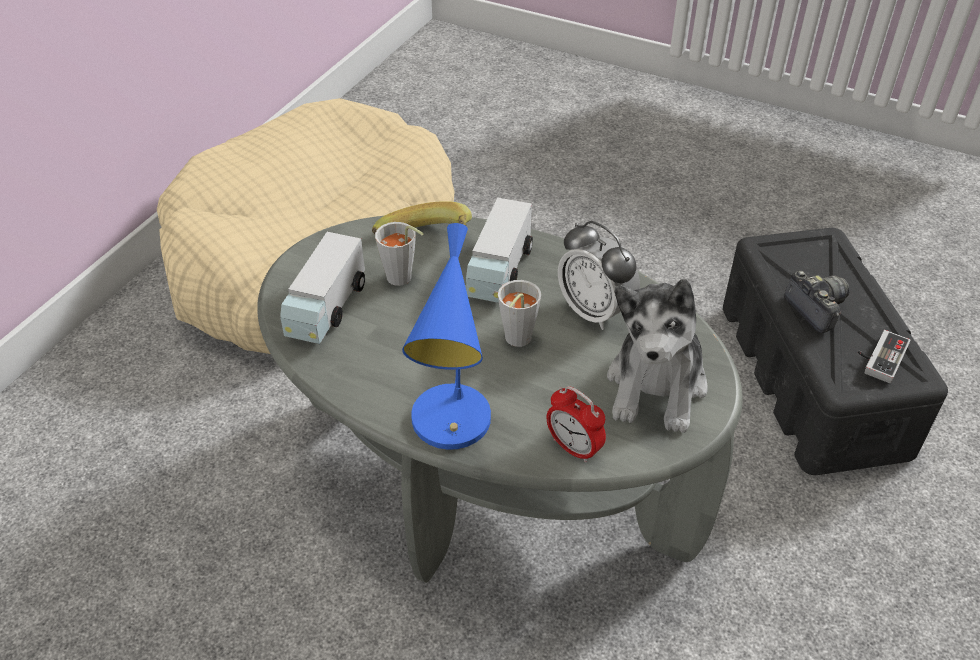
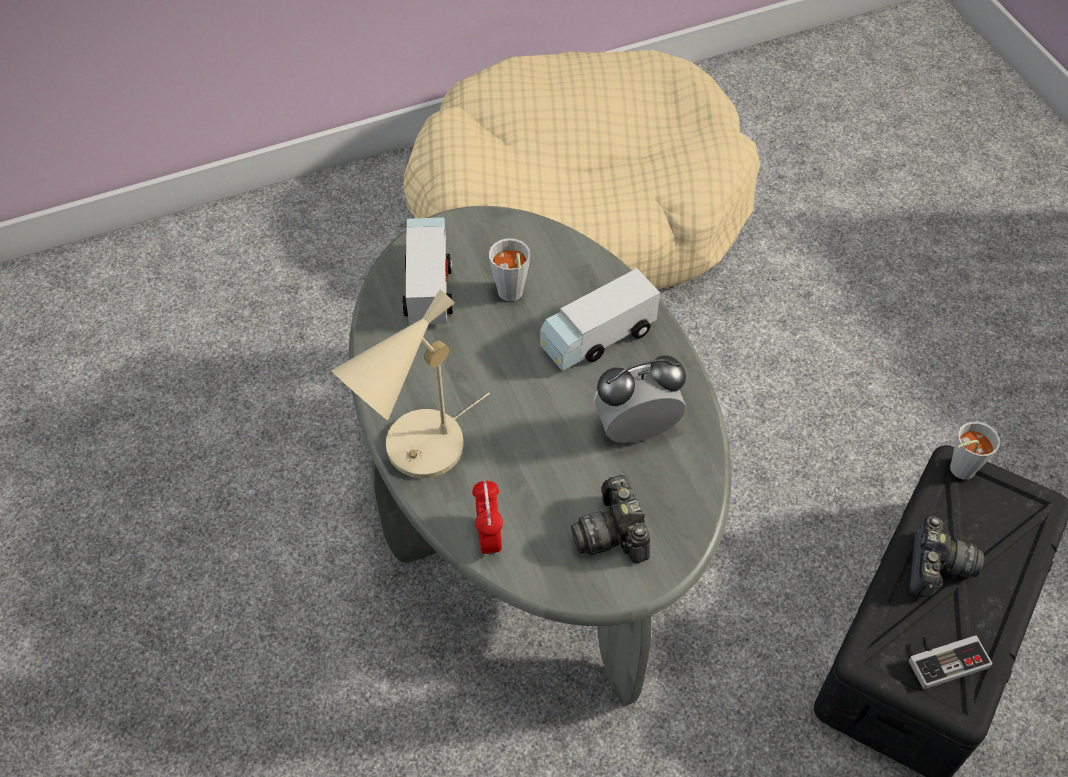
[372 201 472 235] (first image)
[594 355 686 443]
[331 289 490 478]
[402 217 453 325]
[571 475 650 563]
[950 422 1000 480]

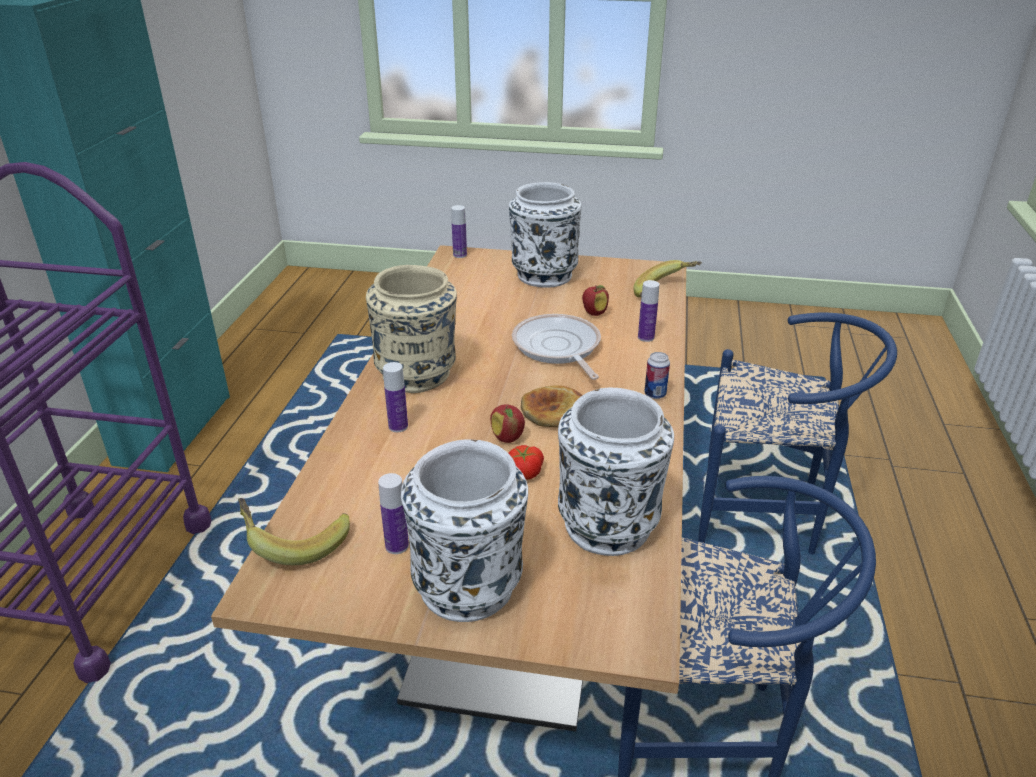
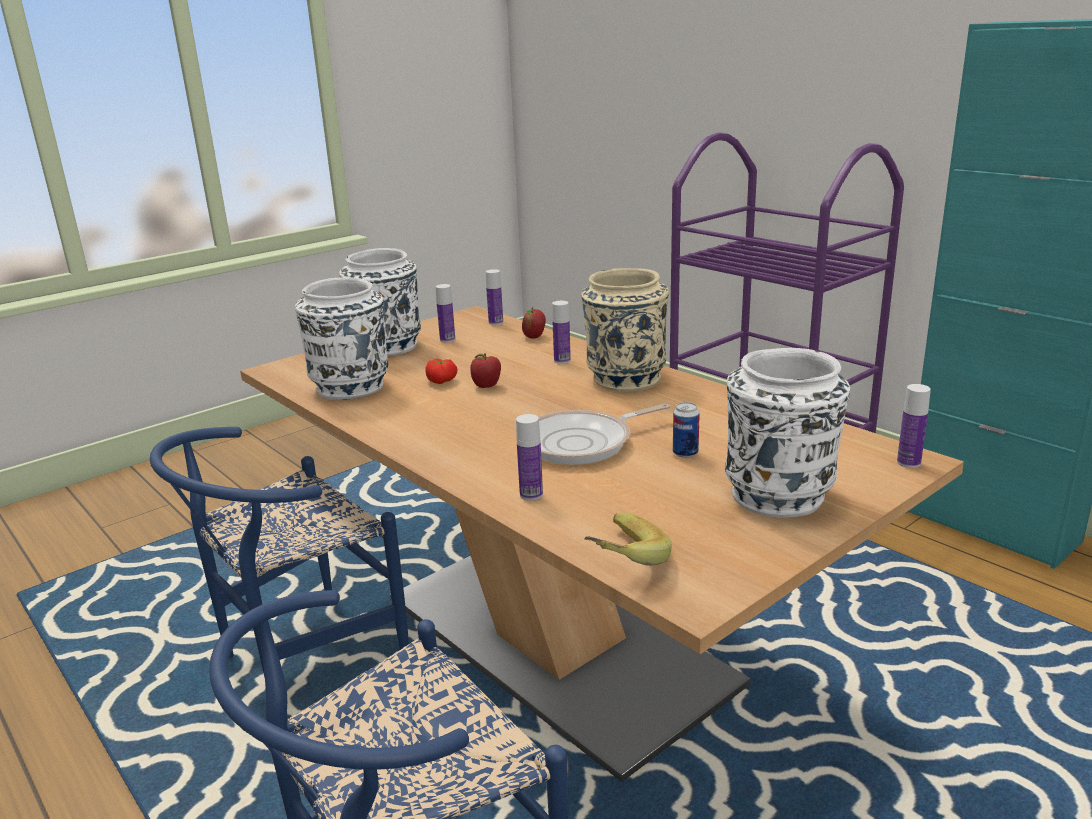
[522 307 546 338]
[539 404 670 465]
[673 402 700 458]
[521 385 582 427] (first image)
[486 269 503 325]

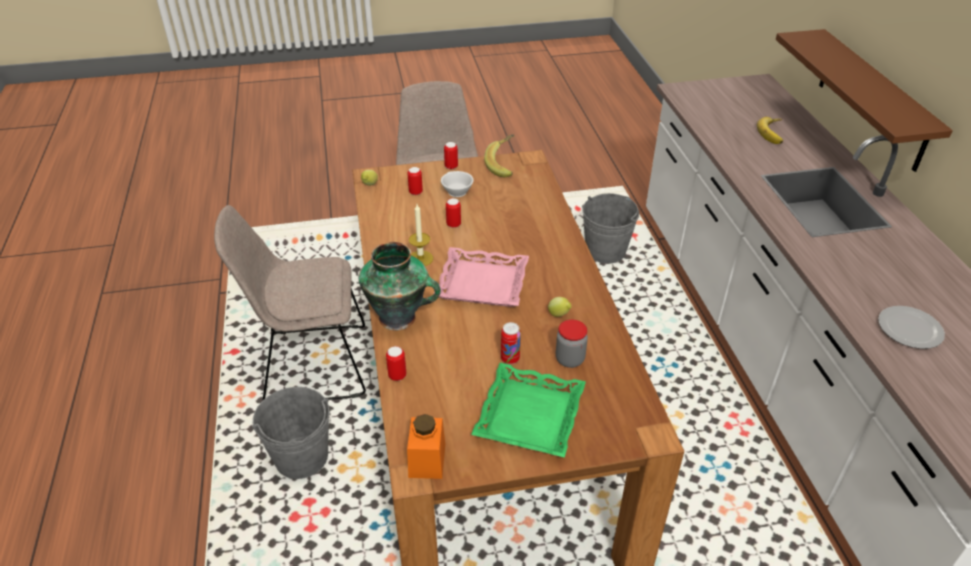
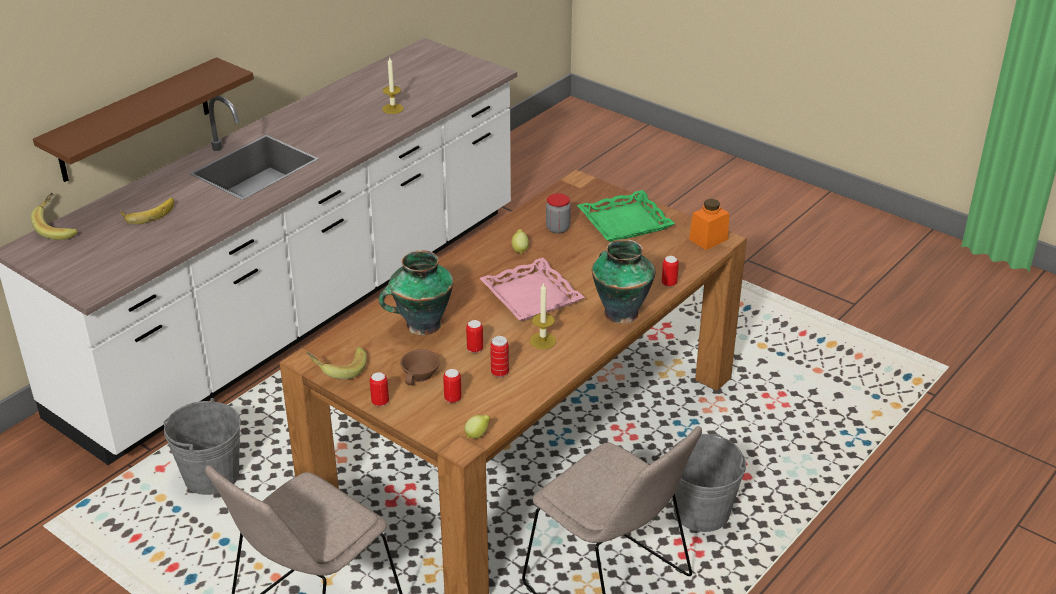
[400 349 440 385]
[382 57 404 114]
[490 336 509 377]
[31 193 78 240]
[379 250 454 335]

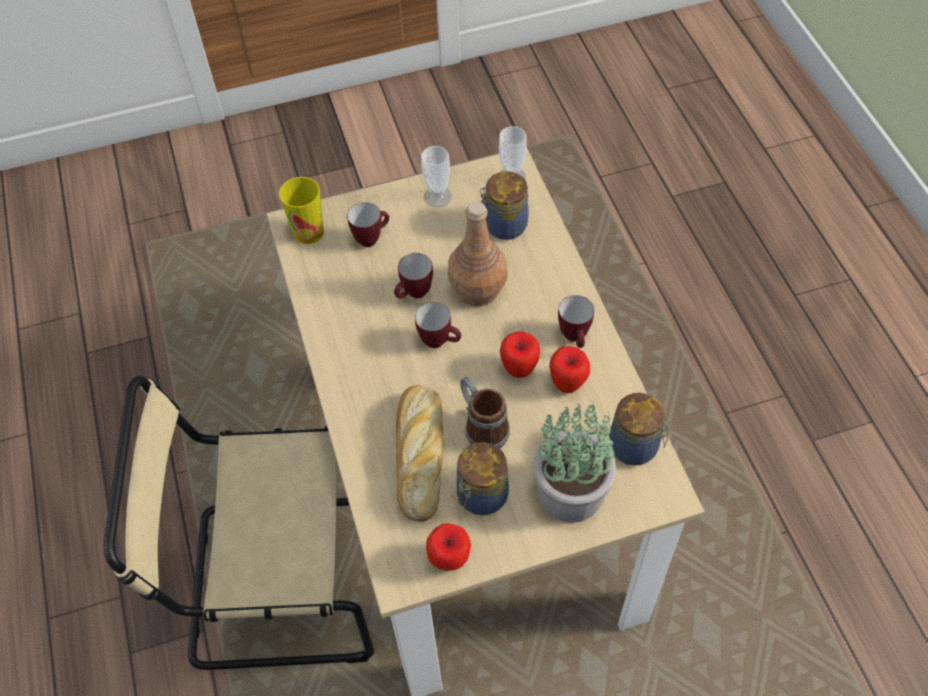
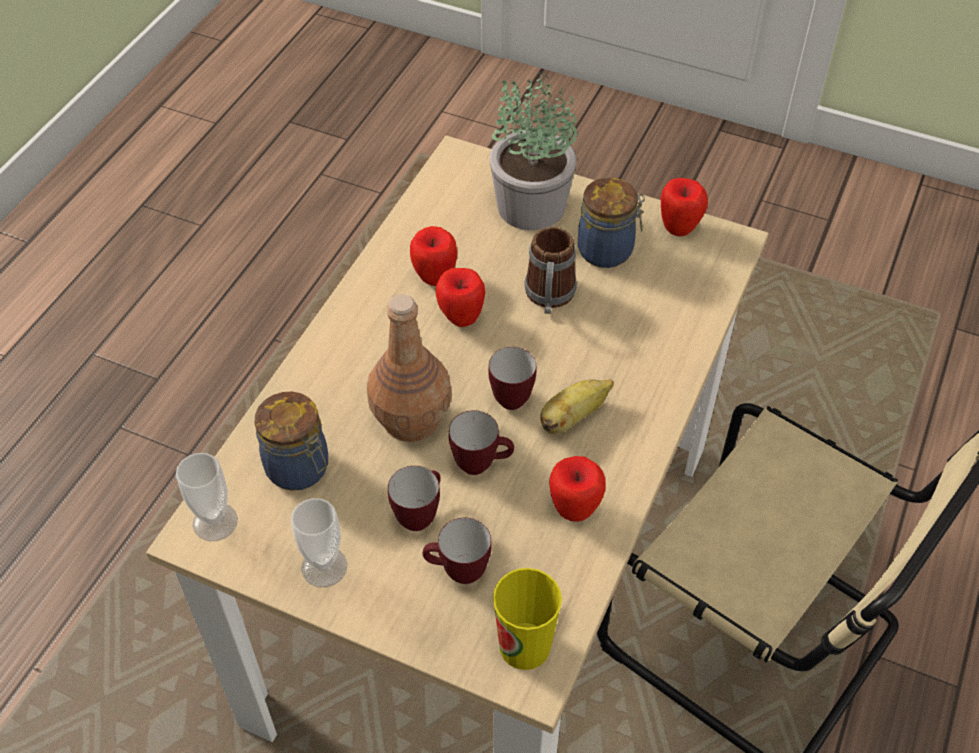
[388 466 441 531]
[396 385 443 522] (first image)
[609 393 671 466] (first image)
[540 379 614 434]
[549 456 606 522]

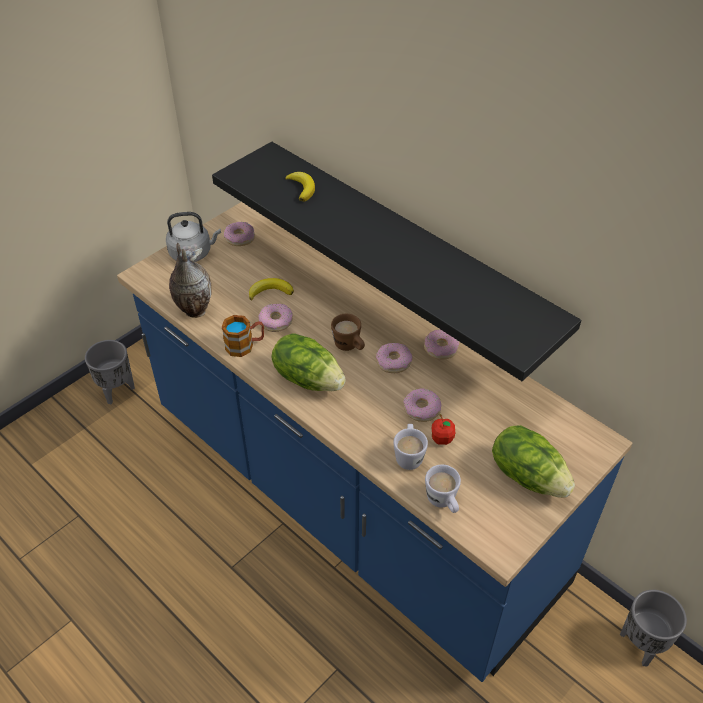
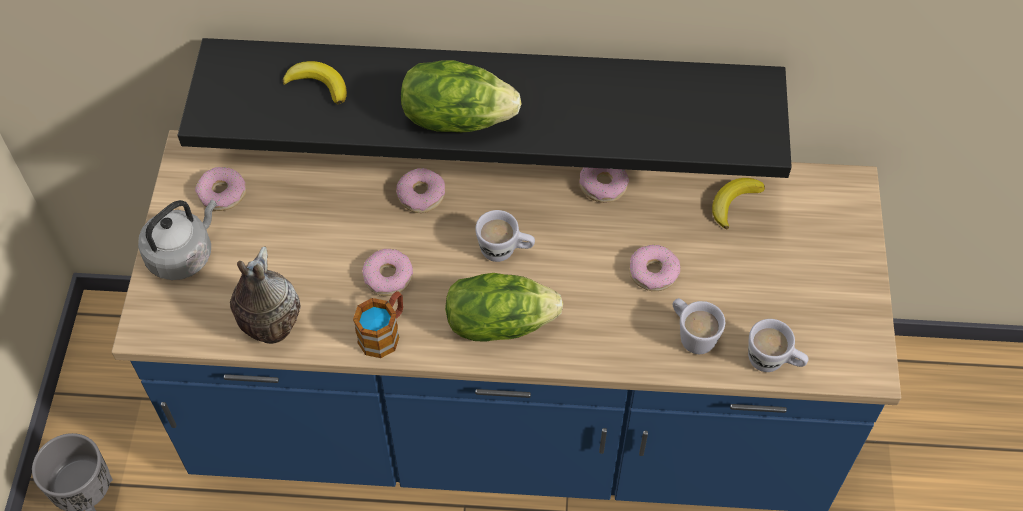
[712 178 765 229]
[475 210 535 262]
[397 168 445 213]
[432 414 456 445] (first image)
[401 60 521 132]
[620 590 687 666] (first image)

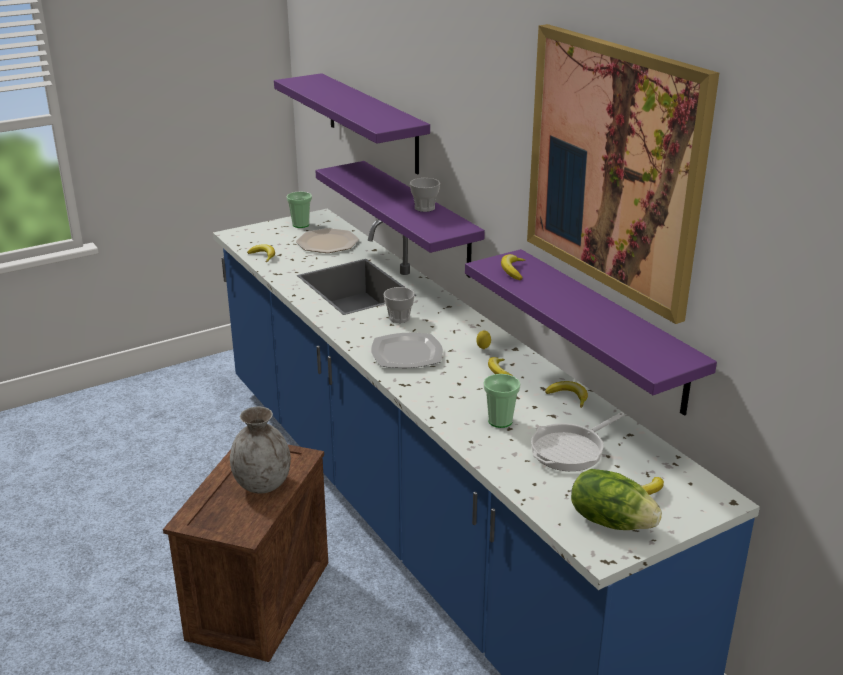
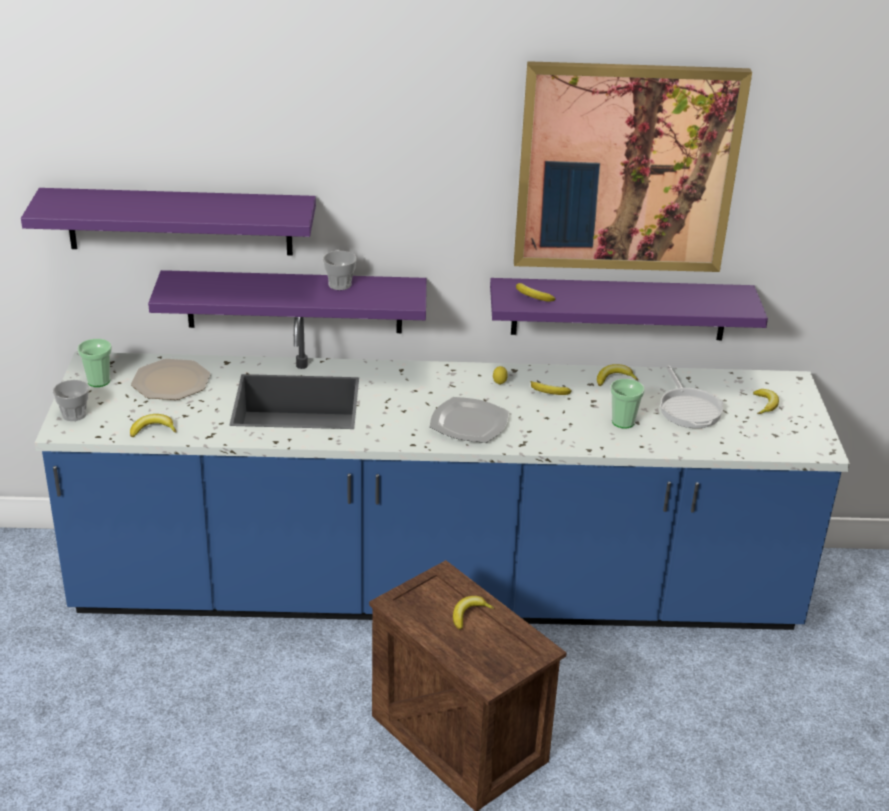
[53 380 89 421]
[453 596 494 630]
[571 469 662 530] (first image)

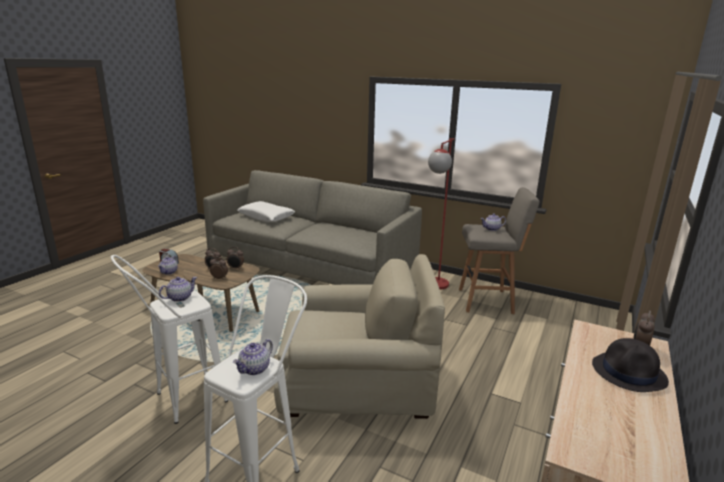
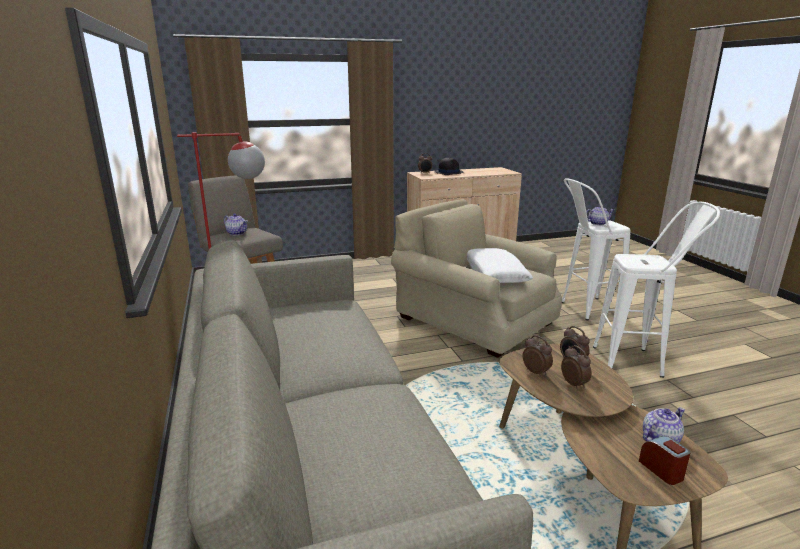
[467 248 533 283]
[159 277 197 302] (first image)

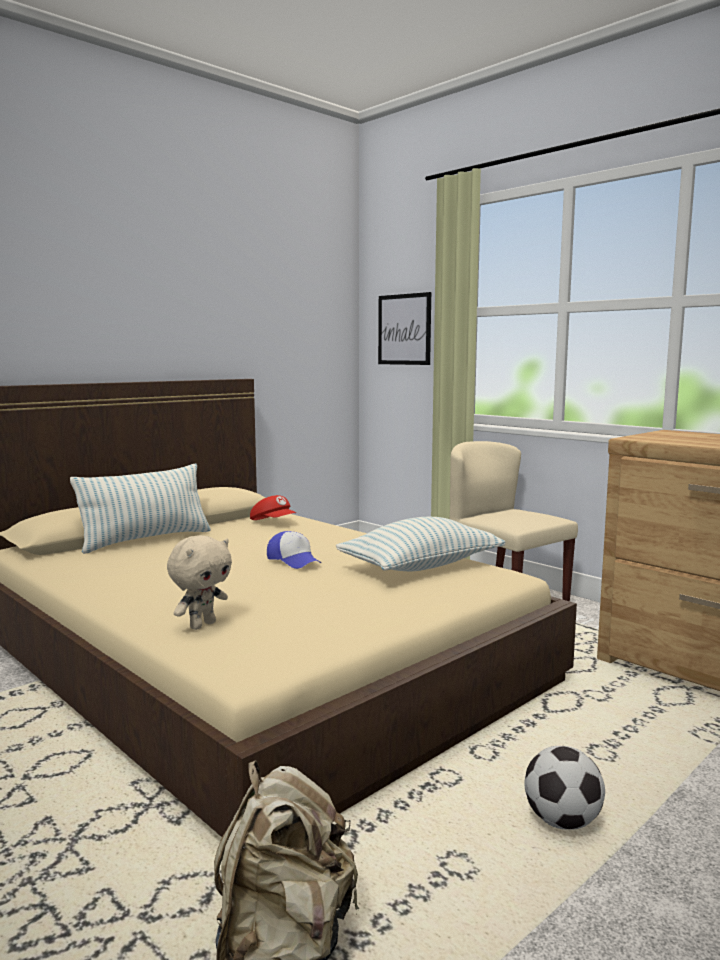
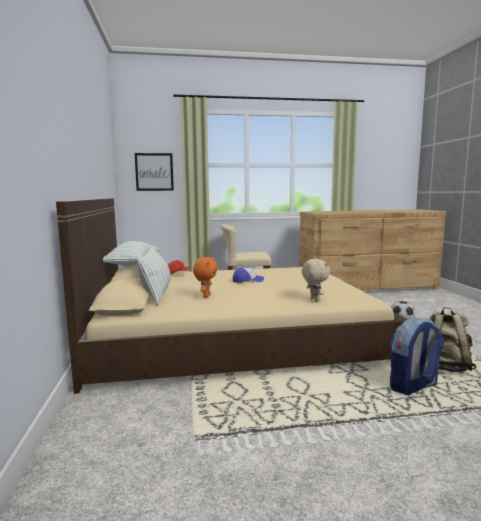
[103 241 159 266]
[193 257 218 297]
[390 318 444 395]

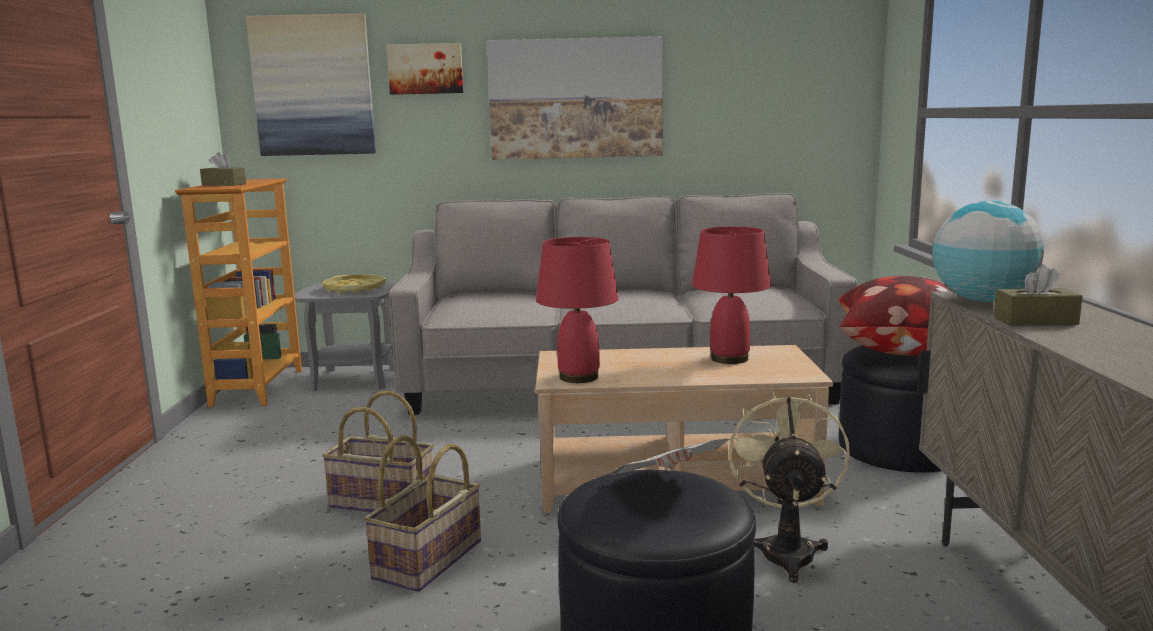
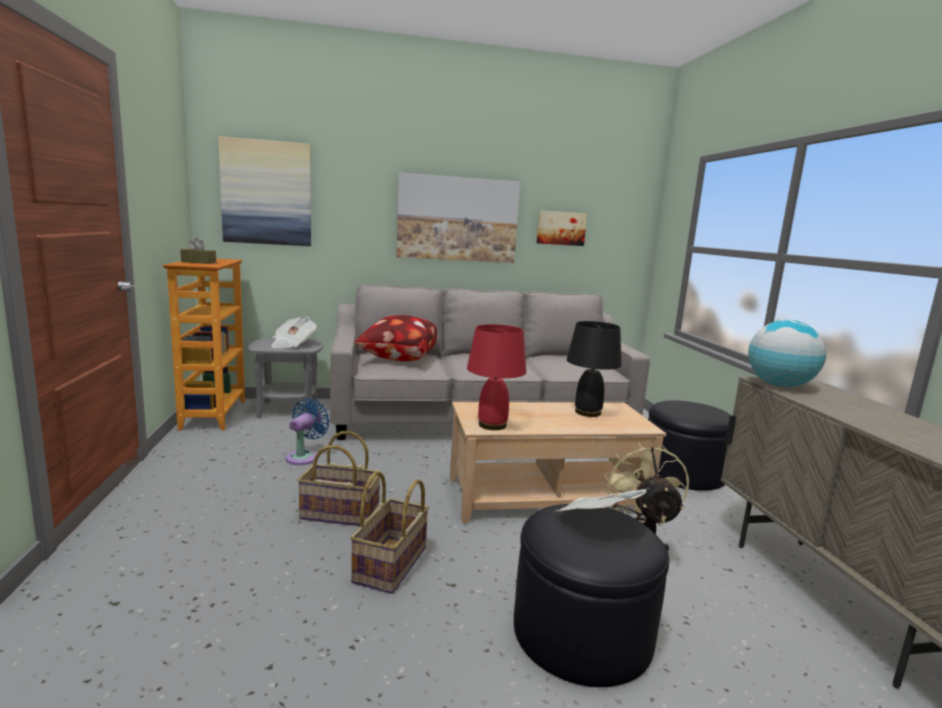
[536 210 587 246]
[567 321 622 417]
[994 264 1083 326] (first image)
[271 316 317 348]
[355 315 437 361]
[286 398 330 465]

